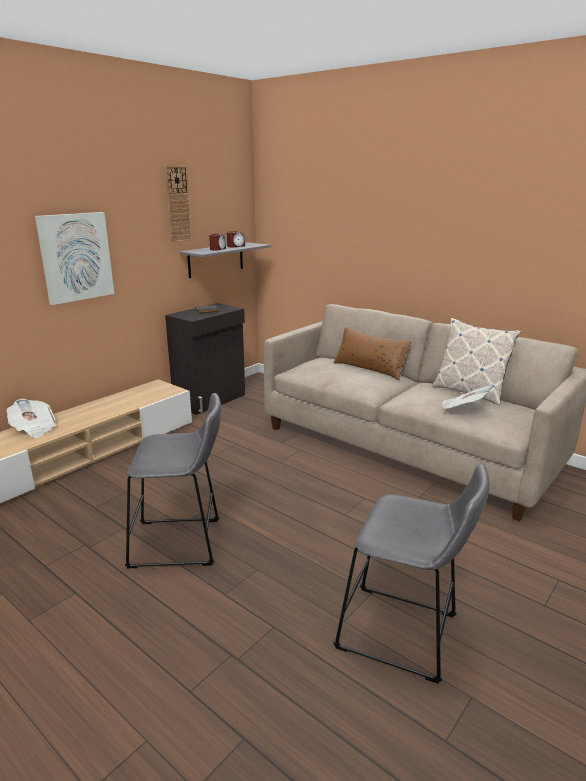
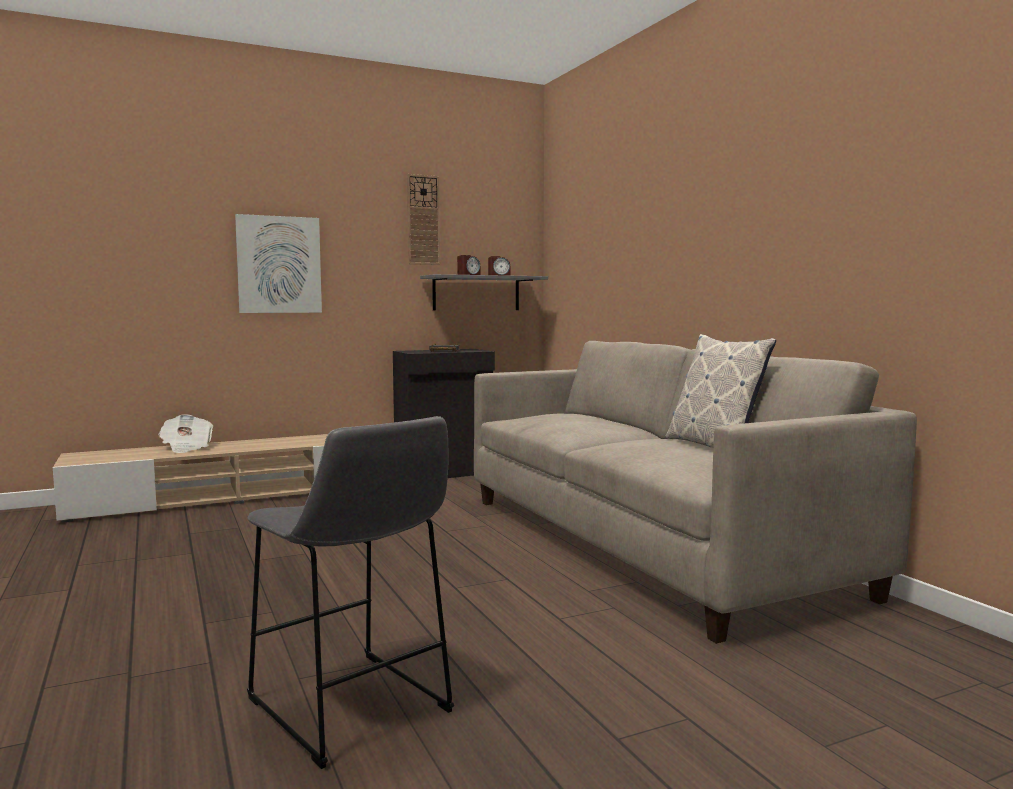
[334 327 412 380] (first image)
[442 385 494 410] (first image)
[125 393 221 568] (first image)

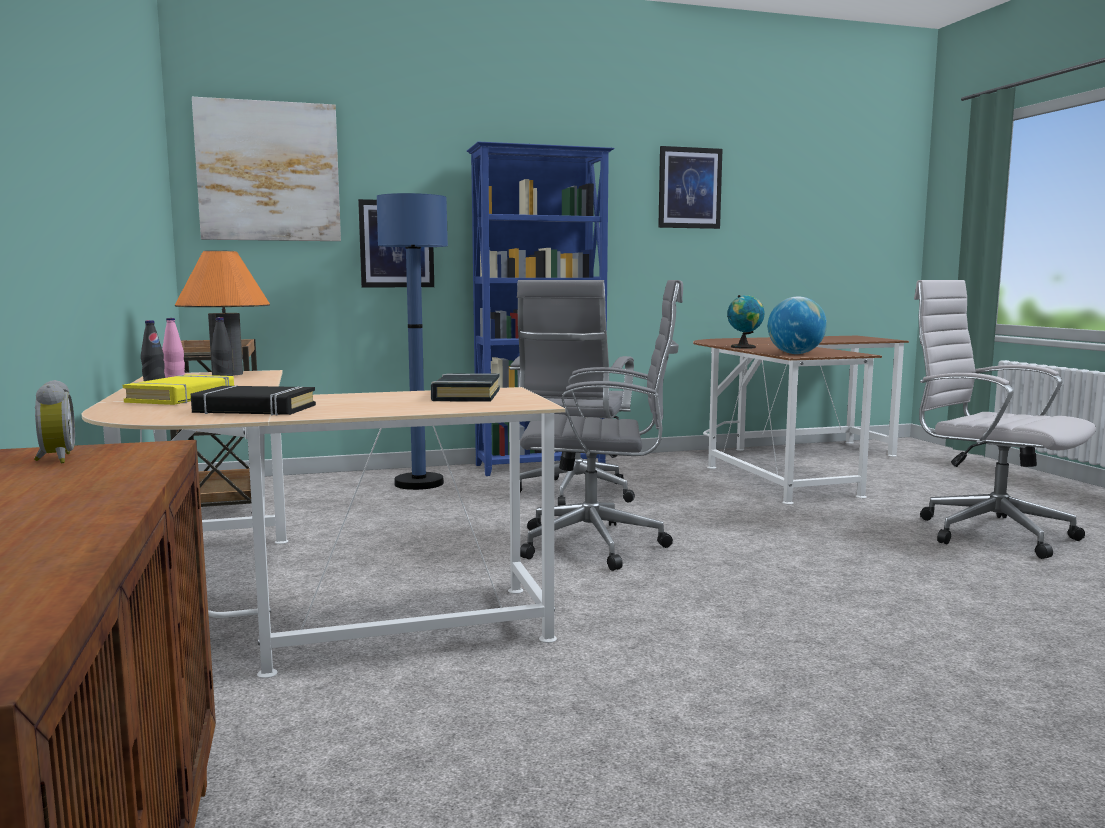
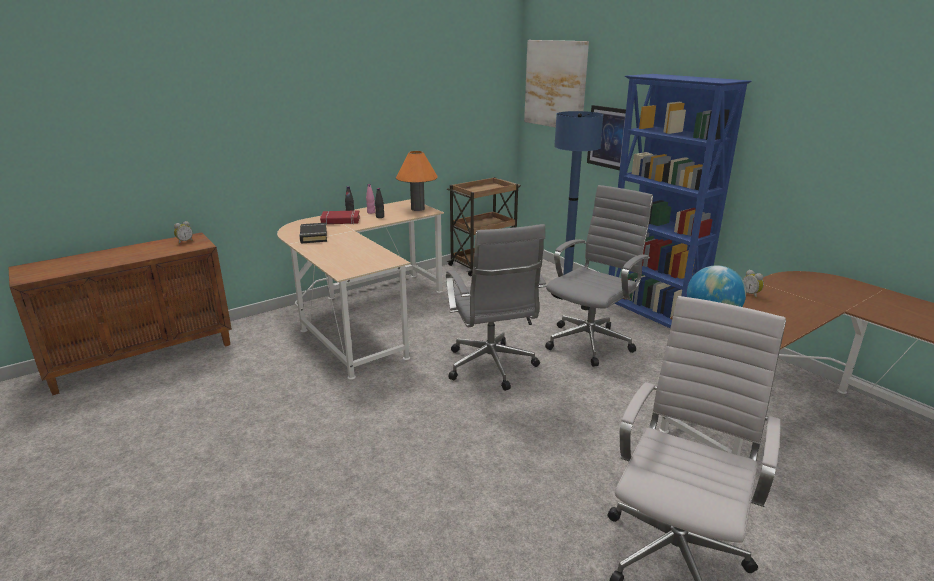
[658 146 722 229] (first image)
[545 185 653 367]
[743 270 764 298]
[431 373 500 402] (first image)
[320 210 360 225]

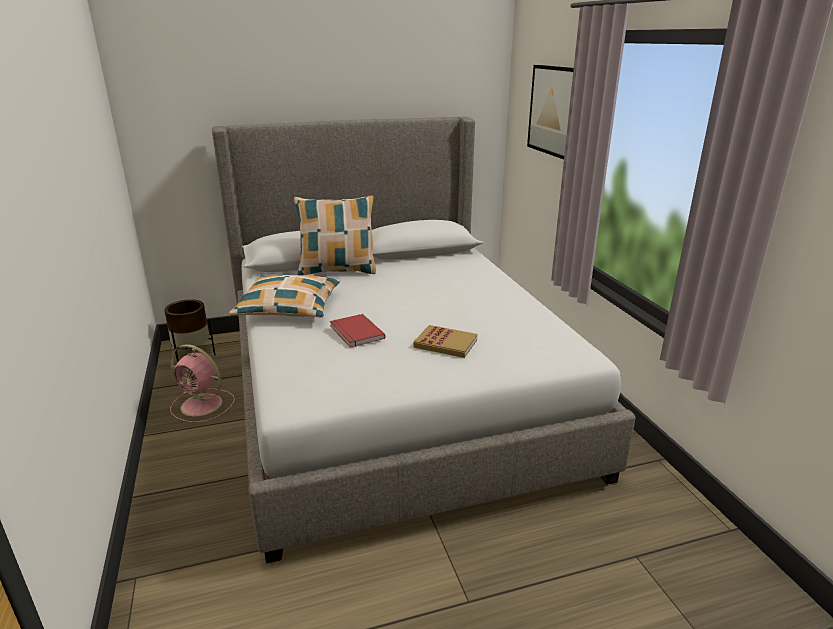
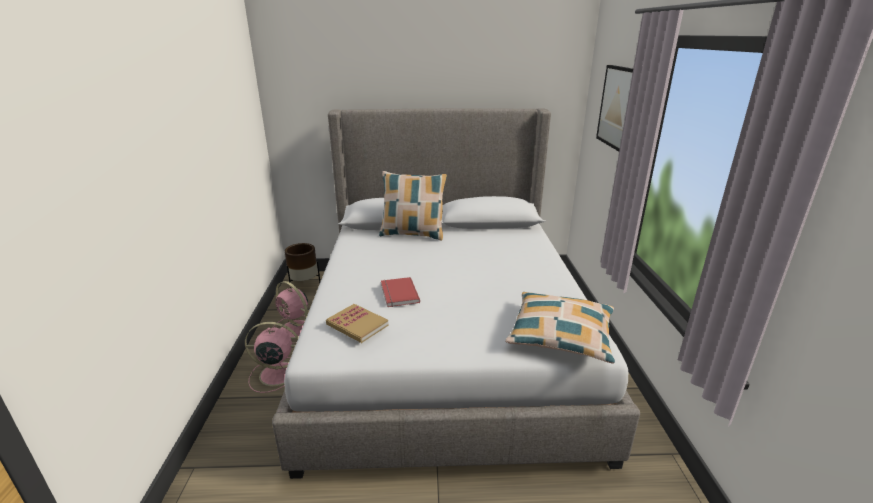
[505 292 615 364]
[326 304 389 343]
[245 322 299 393]

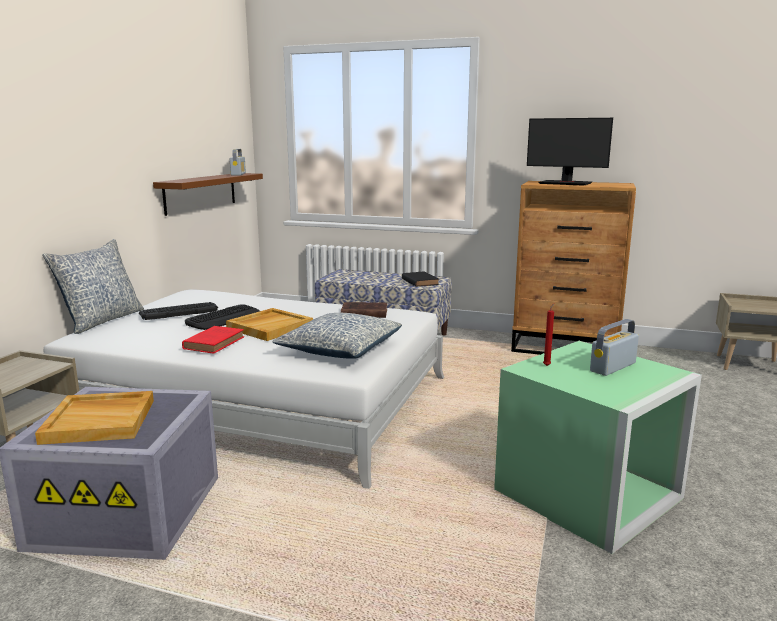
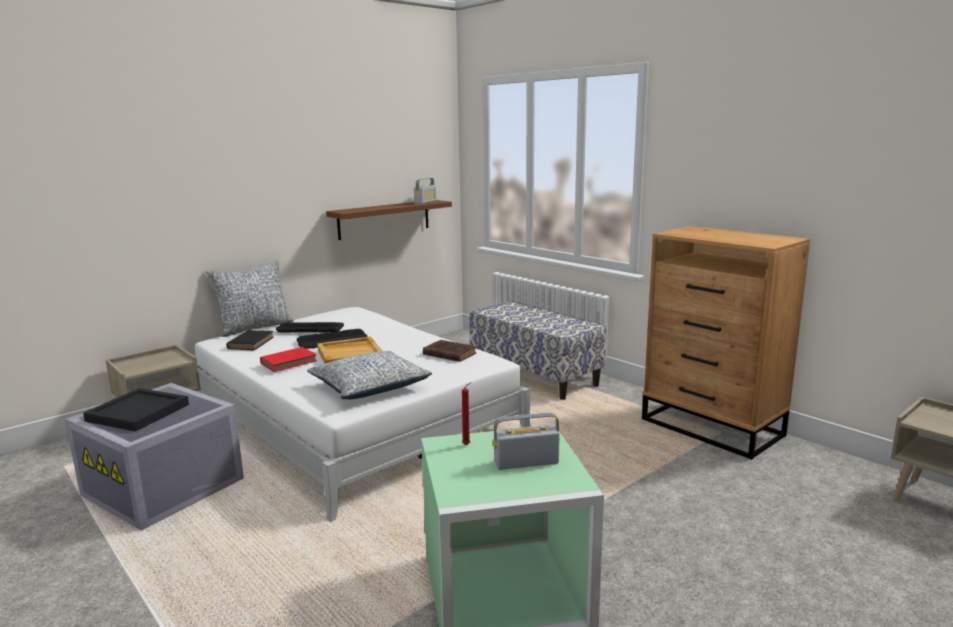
[527 118 613 186] (first image)
[227 330 274 350]
[83 388 189 432]

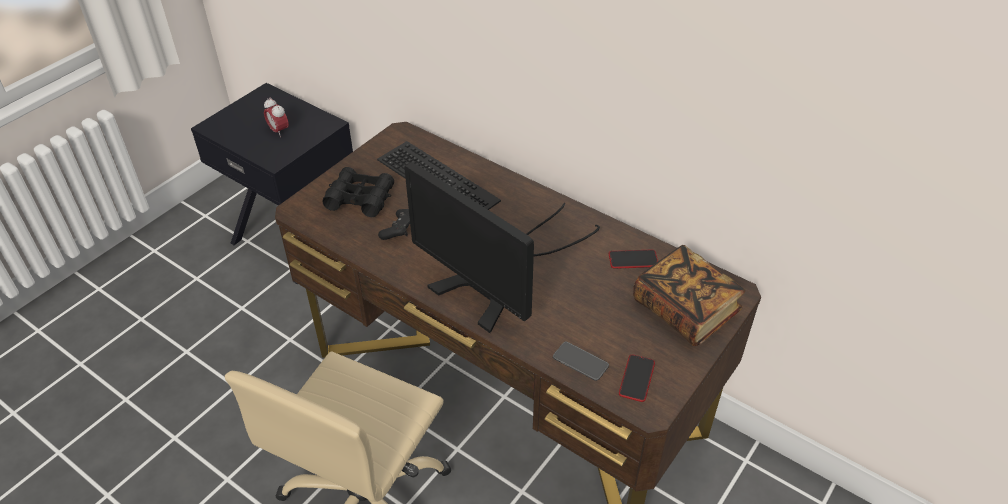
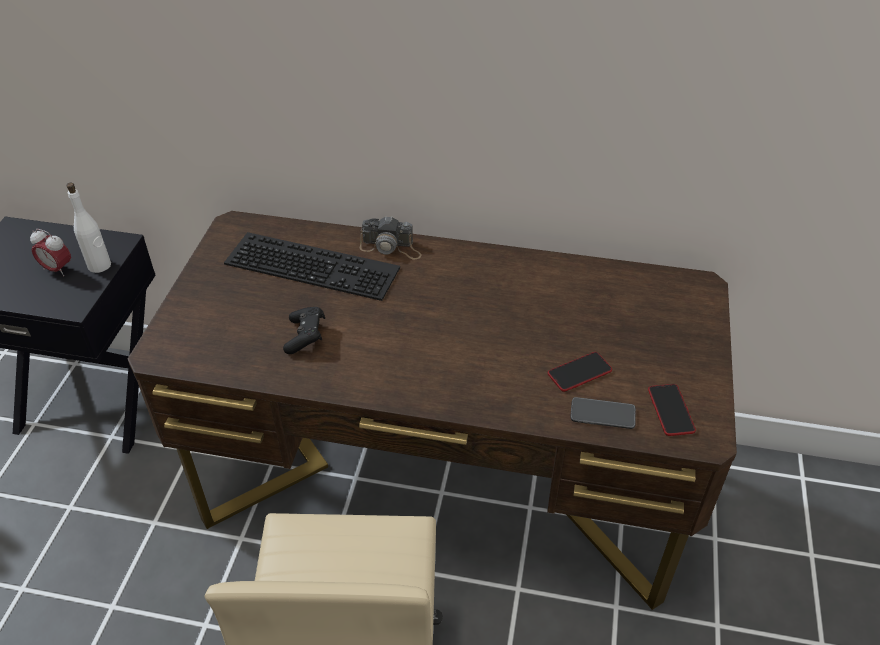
[404 162 600 333] (first image)
[323 167 394 217] (first image)
[633 245 745 346] (first image)
[548 352 612 392]
[66 183 111 273]
[360 216 421 259]

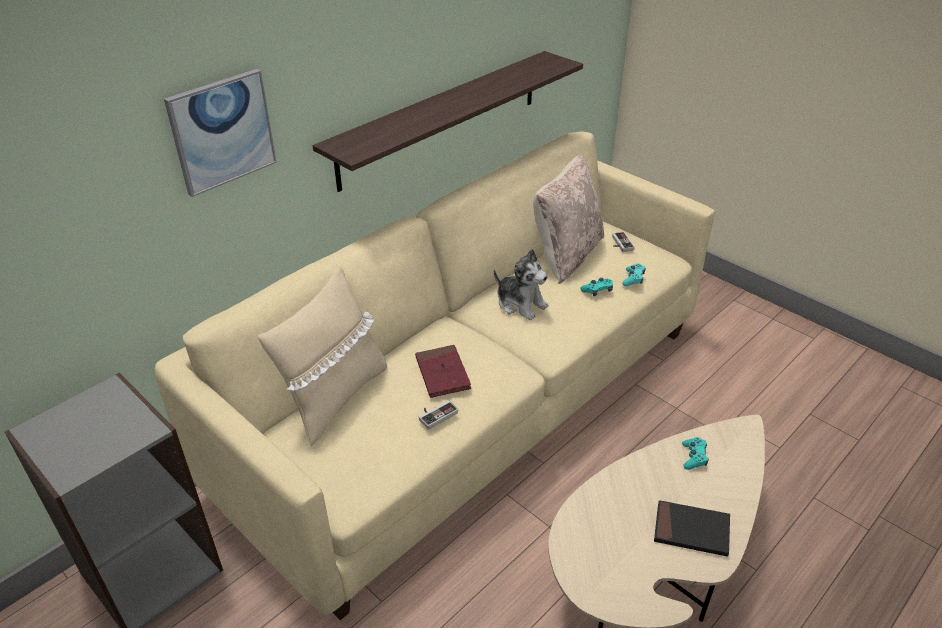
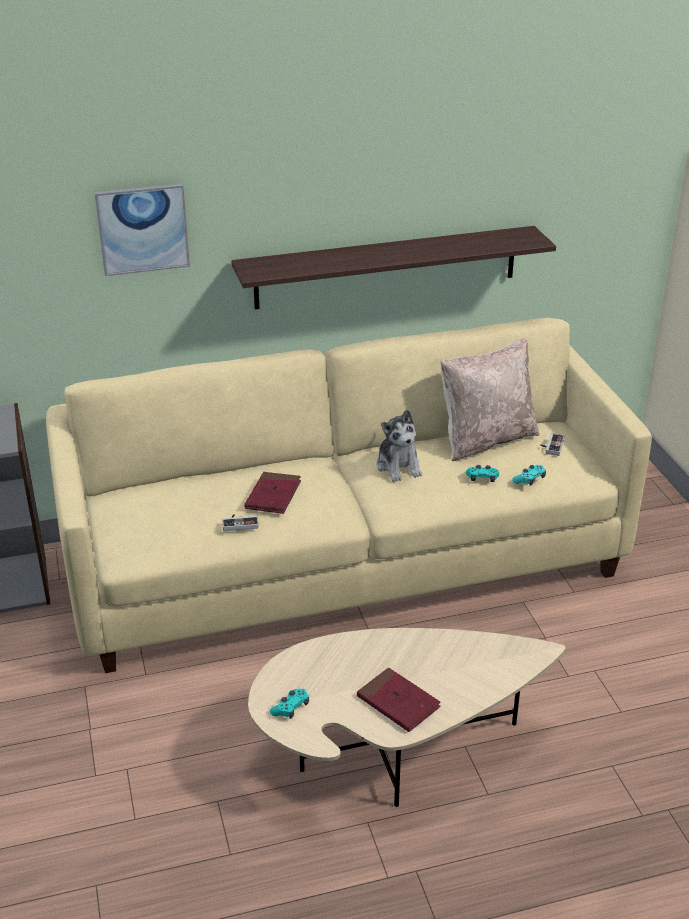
[258 267 387 446] (first image)
[270 689 309 719]
[357 668 441 732]

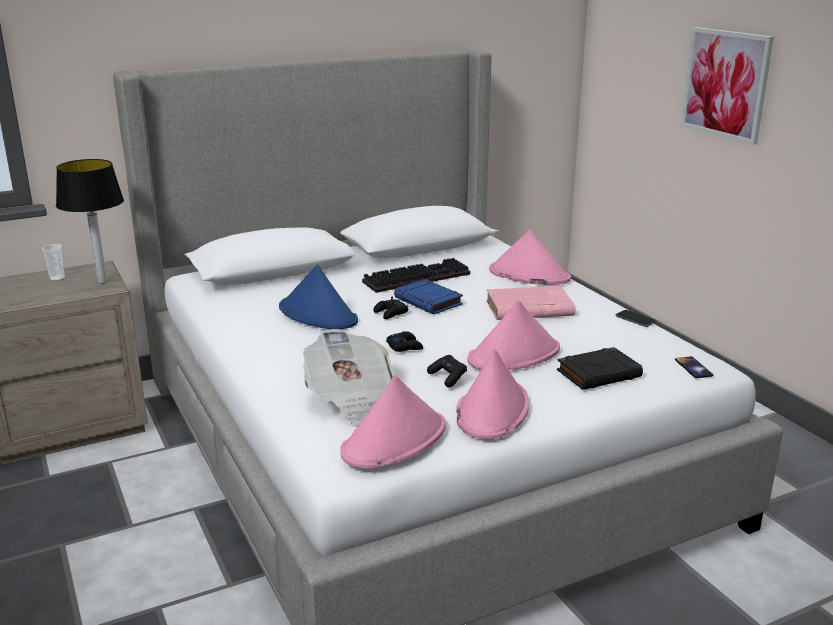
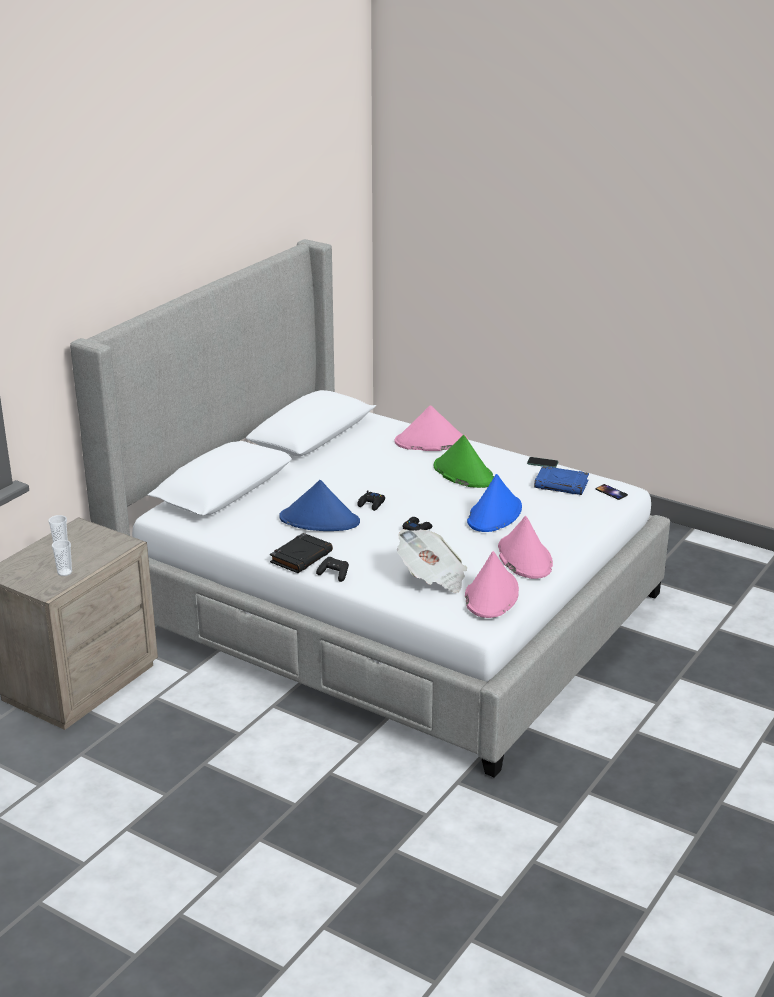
[681 27 774 145] (first image)
[56 159 124 284] (first image)
[362 258 470 293] (first image)
[534 466 589 495]
[434 435 494 488]
[467 474 522 532]
[270 533 333 573]
[316 557 349 582]
[52 540 72 576]

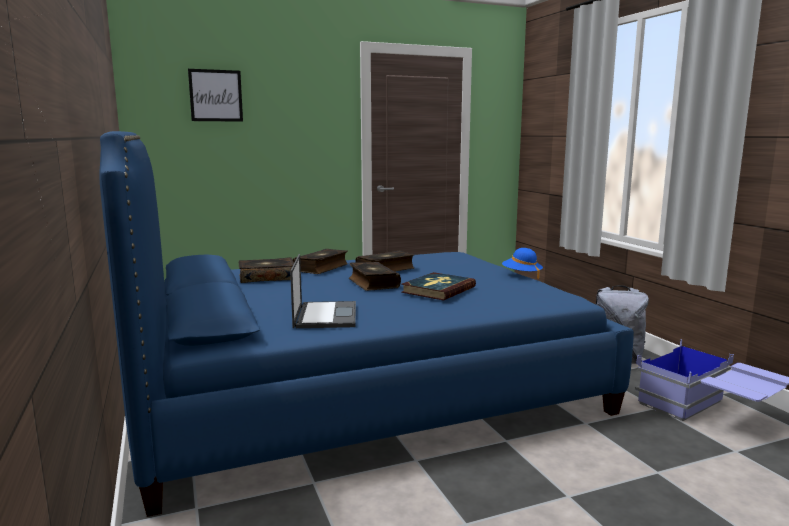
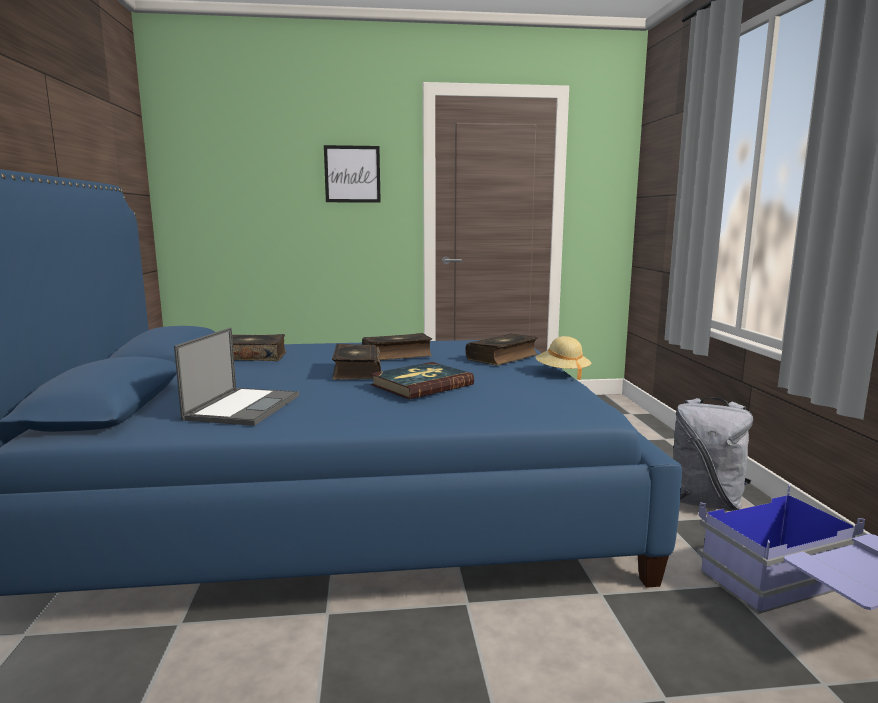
[324 145 381 203]
[536 336 591 380]
[465 333 538 366]

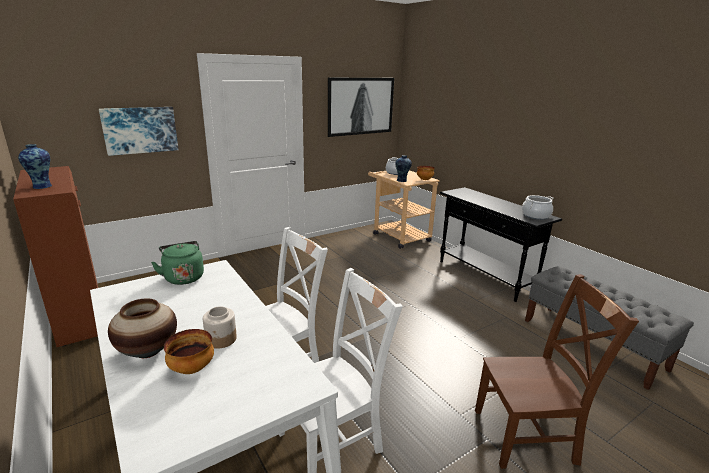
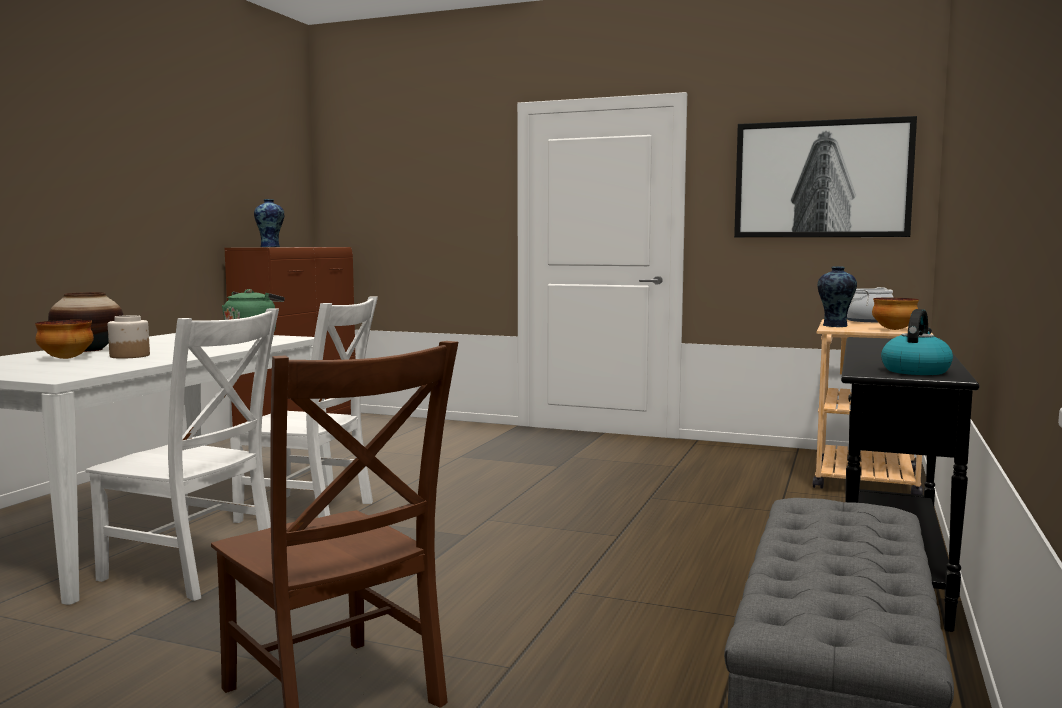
[99 107 179 156] (first image)
[881 309 953 375]

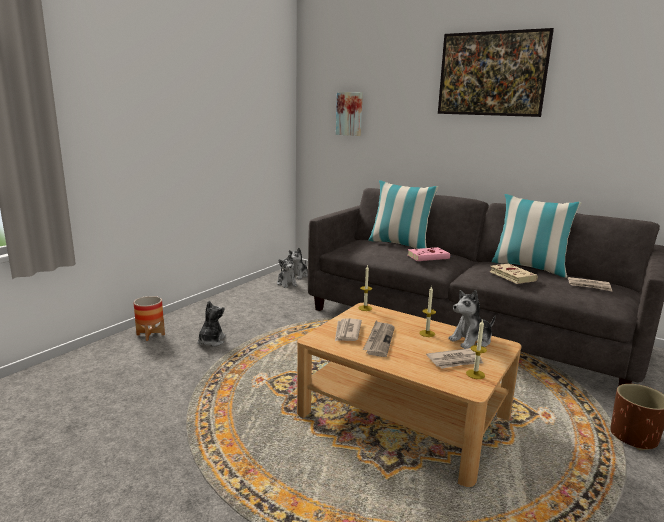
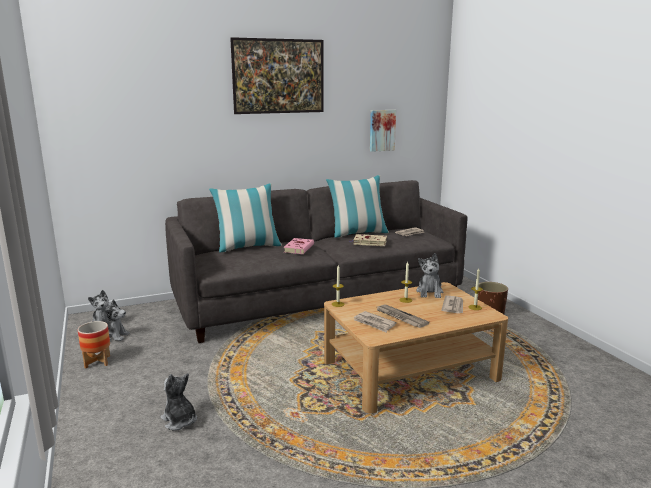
[370 110 396 152]
[78 321 110 369]

